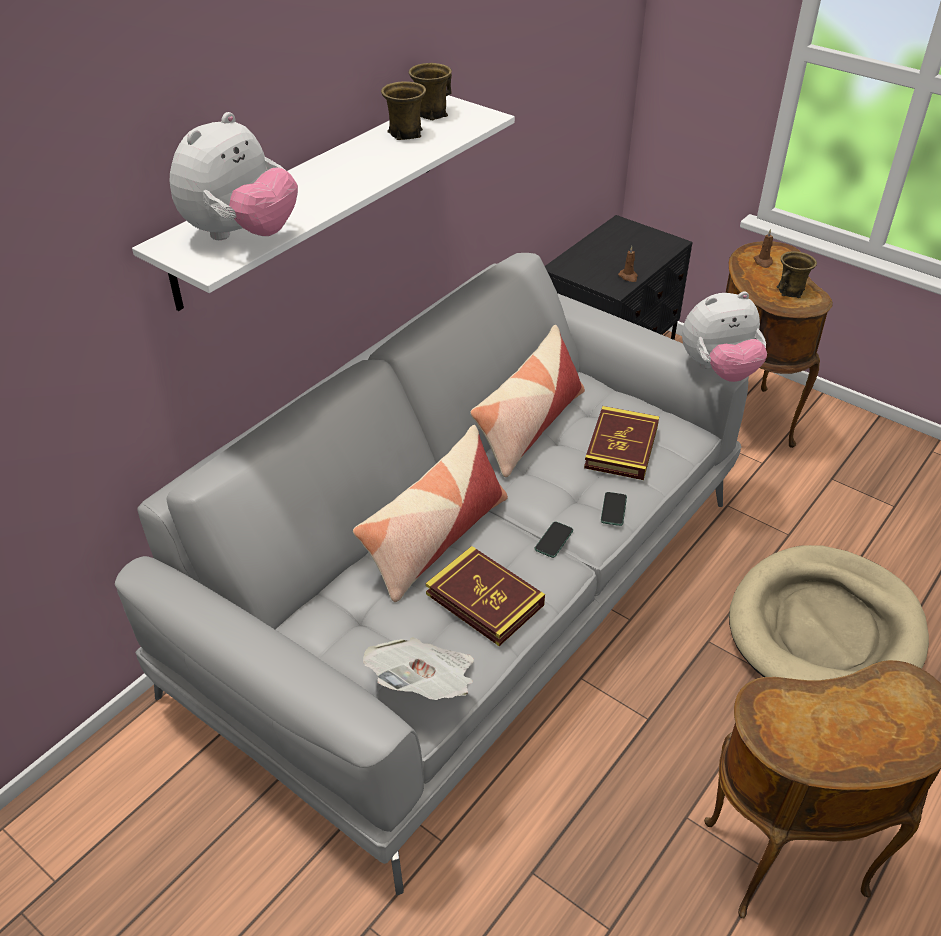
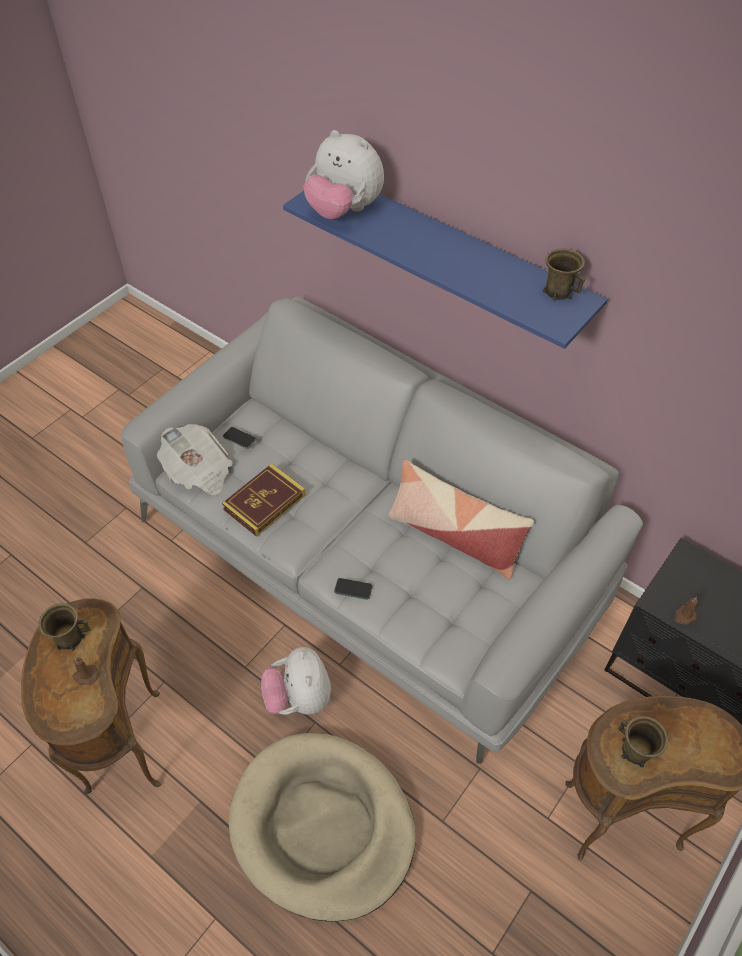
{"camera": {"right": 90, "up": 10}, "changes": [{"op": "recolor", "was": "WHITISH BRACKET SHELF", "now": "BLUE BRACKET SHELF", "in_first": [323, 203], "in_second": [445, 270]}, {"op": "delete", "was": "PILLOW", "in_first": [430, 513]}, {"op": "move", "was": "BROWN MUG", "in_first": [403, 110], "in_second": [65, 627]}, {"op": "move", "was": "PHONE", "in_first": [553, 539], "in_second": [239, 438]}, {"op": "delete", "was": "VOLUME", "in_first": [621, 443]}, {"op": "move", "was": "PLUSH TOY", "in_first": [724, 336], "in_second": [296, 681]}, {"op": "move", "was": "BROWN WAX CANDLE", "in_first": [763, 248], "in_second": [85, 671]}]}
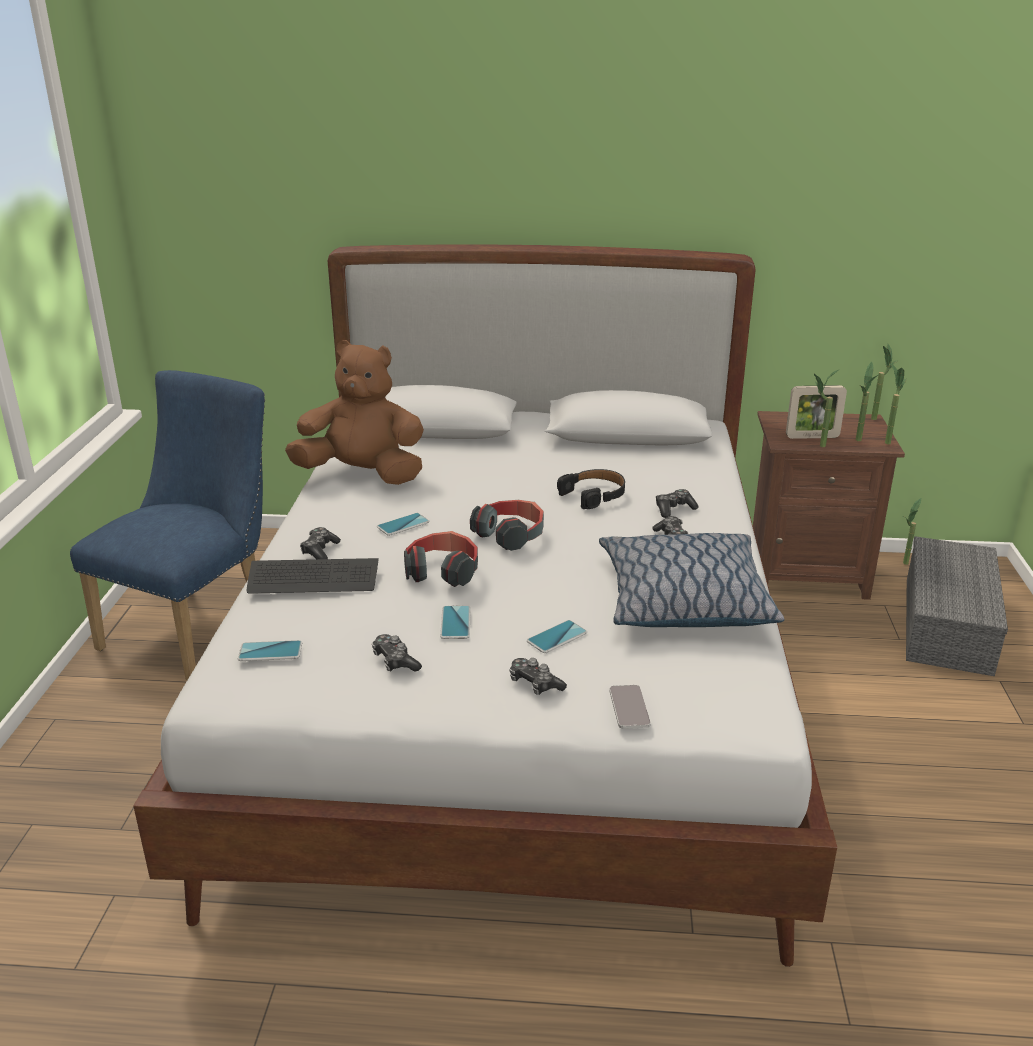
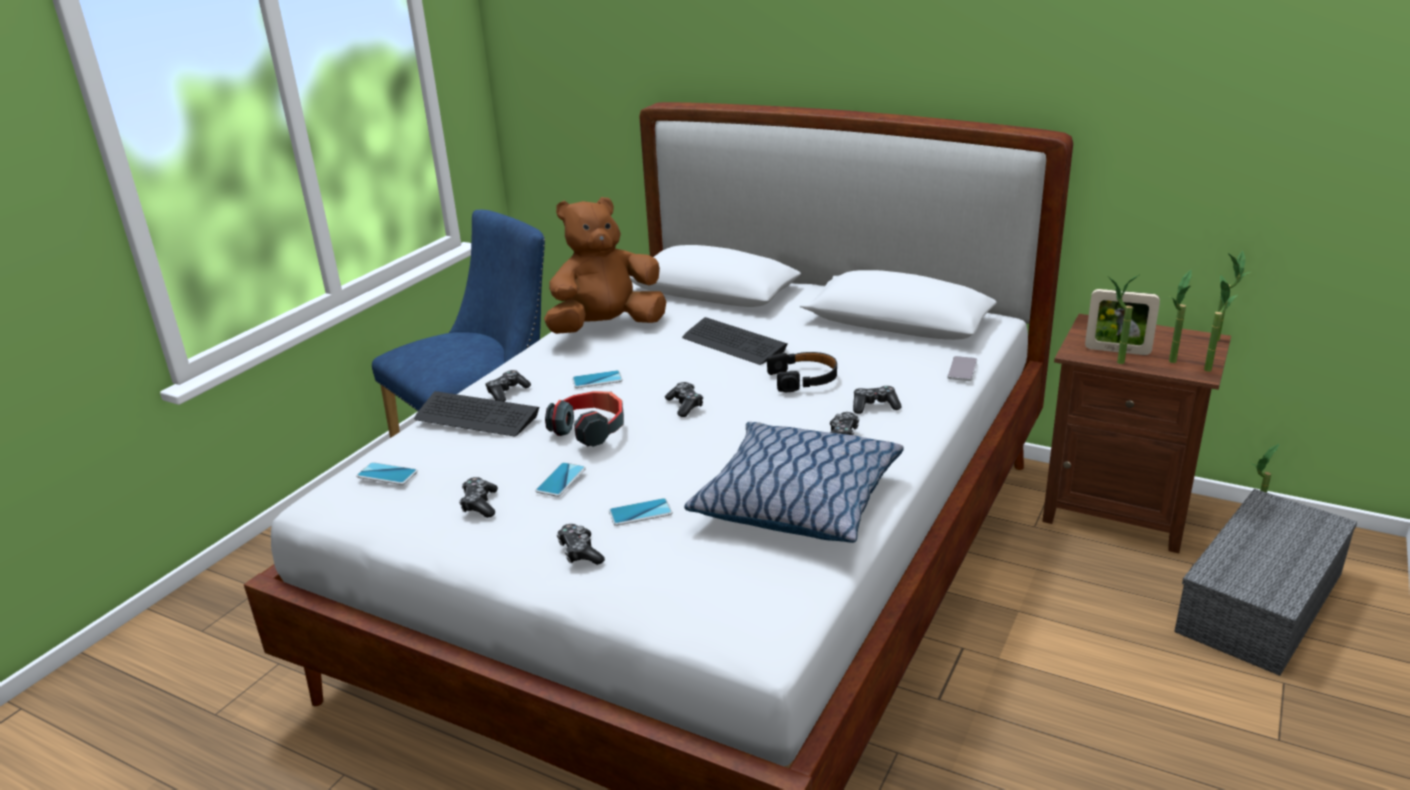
{"camera": {"right": 25, "up": 0}, "changes": [{"op": "rotate", "was": "BROWN PLUSH TOY", "in_first": [354, 412], "in_second": [605, 265], "clockwise": -60}, {"op": "replace", "was": "PAIR OF HEADPHONES", "now": "JOYPAD", "in_first": [507, 525], "in_second": [684, 399]}, {"op": "move", "was": "PHONE", "in_first": [630, 707], "in_second": [962, 368]}, {"op": "insert", "now": "KEYBOARD", "in_second": [735, 341]}]}
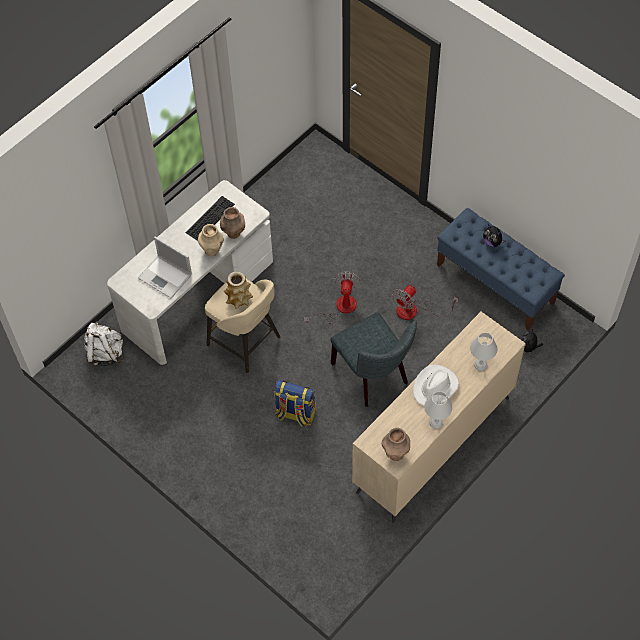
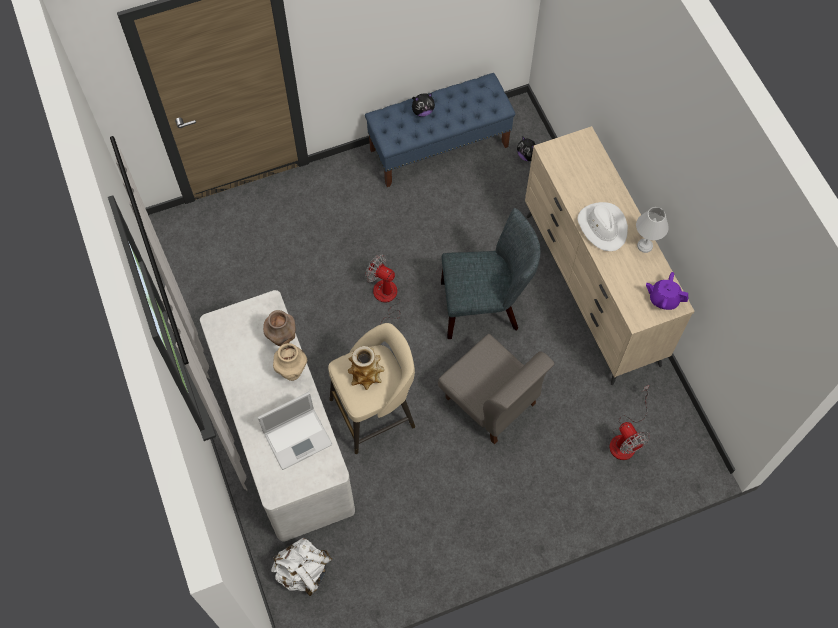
{"camera": {"right": -65, "up": 5}, "changes": [{"op": "delete", "was": "KEYBOARD", "in_first": [210, 218]}, {"op": "replace", "was": "RUCKSACK", "now": "GREY PLAIN CHAIR", "in_first": [295, 403], "in_second": [496, 389]}, {"op": "replace", "was": "BROWN FLOWER VASE", "now": "PURPLE TEAPOT", "in_first": [396, 444], "in_second": [667, 291]}, {"op": "move", "was": "COOLING FAN", "in_first": [425, 302], "in_second": [629, 422]}, {"op": "delete", "was": "WHITISH LAMP FOR A TABLE", "in_first": [483, 351]}]}
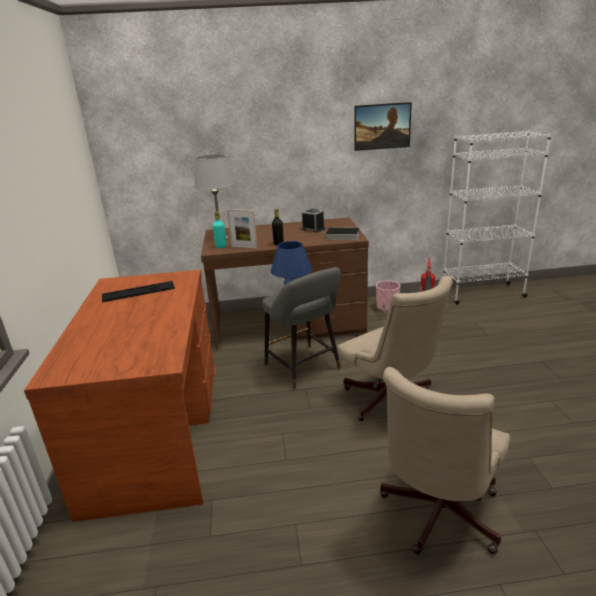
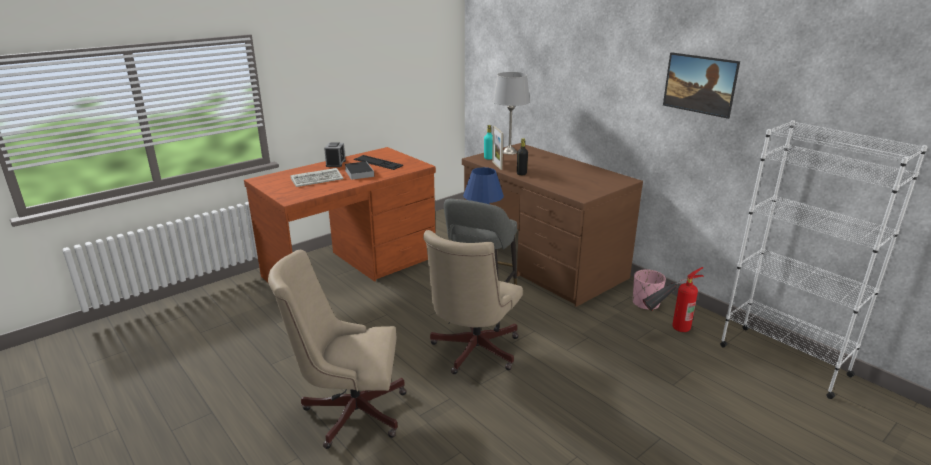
{"camera": {"right": 55, "up": 0}, "changes": [{"op": "move", "was": "ALARM CLOCK", "in_first": [313, 220], "in_second": [335, 154]}, {"op": "move", "was": "VOLUME", "in_first": [342, 233], "in_second": [359, 170]}, {"op": "insert", "now": "KEYBOARD", "in_second": [316, 177]}]}
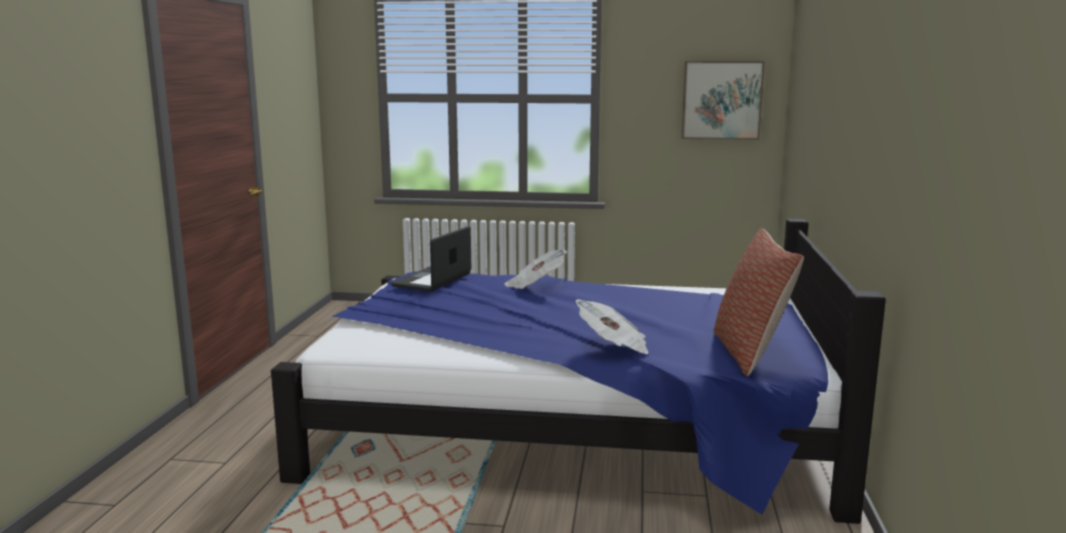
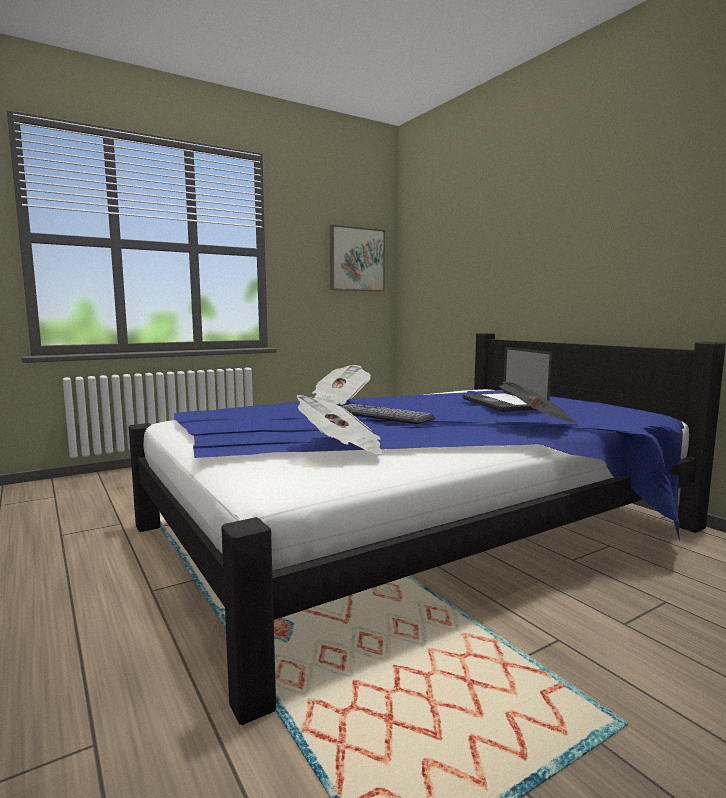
{"camera": {"right": -40, "up": -5}, "changes": [{"op": "move", "was": "PORTABLE COMPUTER", "in_first": [431, 259], "in_second": [507, 379]}, {"op": "delete", "was": "PILLOW", "in_first": [758, 302]}, {"op": "insert", "now": "PRINTED PAPER", "in_second": [339, 425]}, {"op": "insert", "now": "KEYBOARD", "in_second": [388, 414]}]}
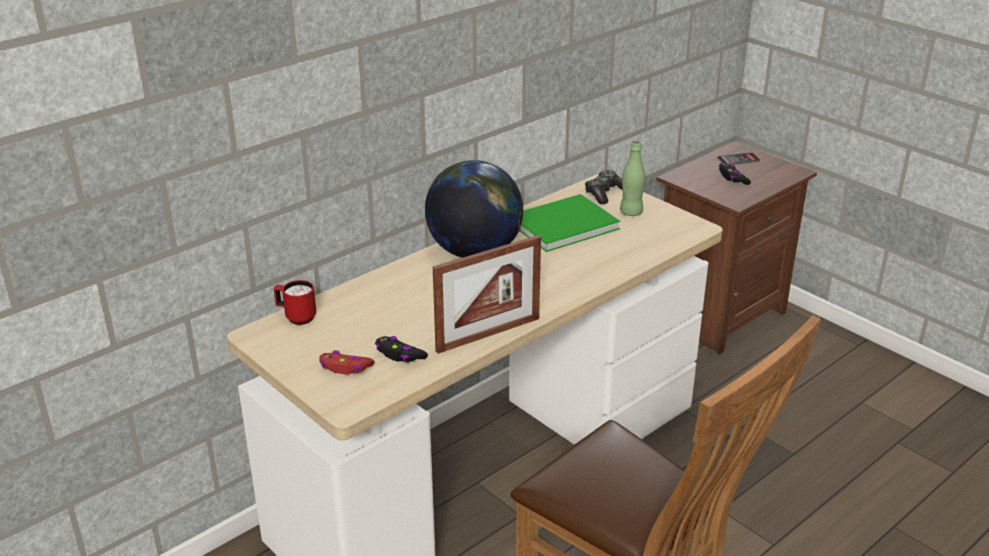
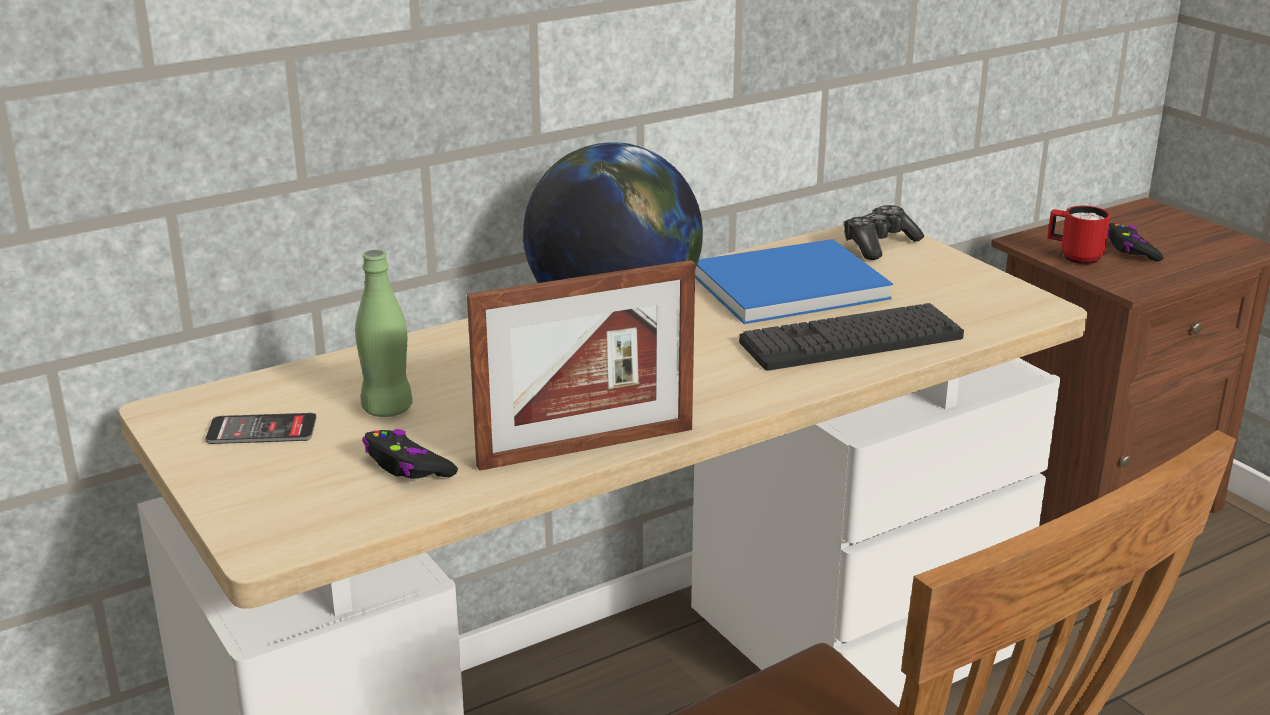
{"camera": {"right": 10, "up": -5}, "changes": [{"op": "move", "was": "REDDISH MUG", "in_first": [295, 302], "in_second": [1078, 235]}, {"op": "delete", "was": "REDDISH JOYPAD", "in_first": [347, 362]}, {"op": "recolor", "was": "GREENISH VOLUME", "now": "BLUE VOLUME", "in_first": [570, 223], "in_second": [794, 281]}, {"op": "move", "was": "GREENISH BEVERAGE BOTTLE", "in_first": [632, 178], "in_second": [384, 333]}, {"op": "move", "was": "PHONE", "in_first": [738, 159], "in_second": [261, 428]}, {"op": "insert", "now": "KEYBOARD", "in_second": [851, 337]}]}
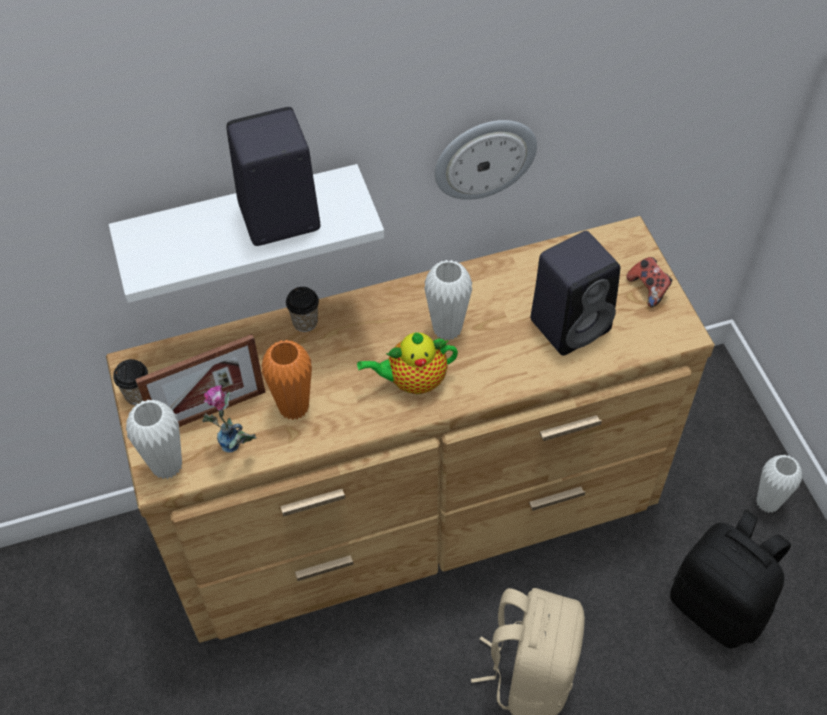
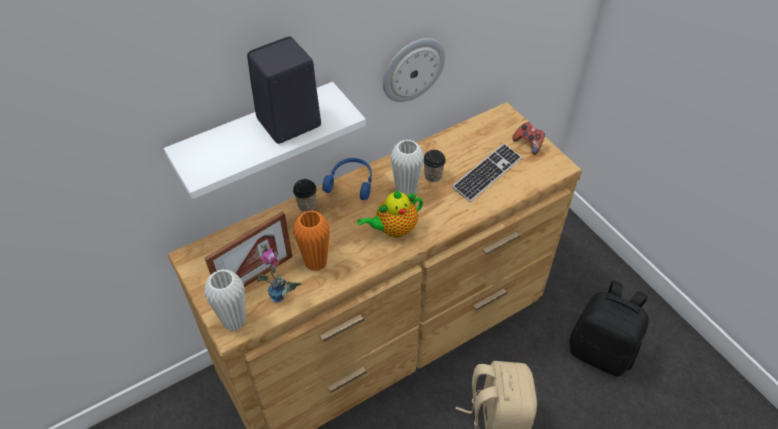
{"camera": {"right": -15, "up": -5}, "changes": [{"op": "move", "was": "DRINKING CUP", "in_first": [130, 382], "in_second": [435, 166]}, {"op": "replace", "was": "BLACK LOUDSPEAKER", "now": "KEYBOARD", "in_first": [575, 293], "in_second": [487, 172]}, {"op": "delete", "was": "WHITISH FLOWER VASE", "in_first": [779, 484]}, {"op": "insert", "now": "BLUE PAIR OF HEADPHONES", "in_second": [347, 179]}]}
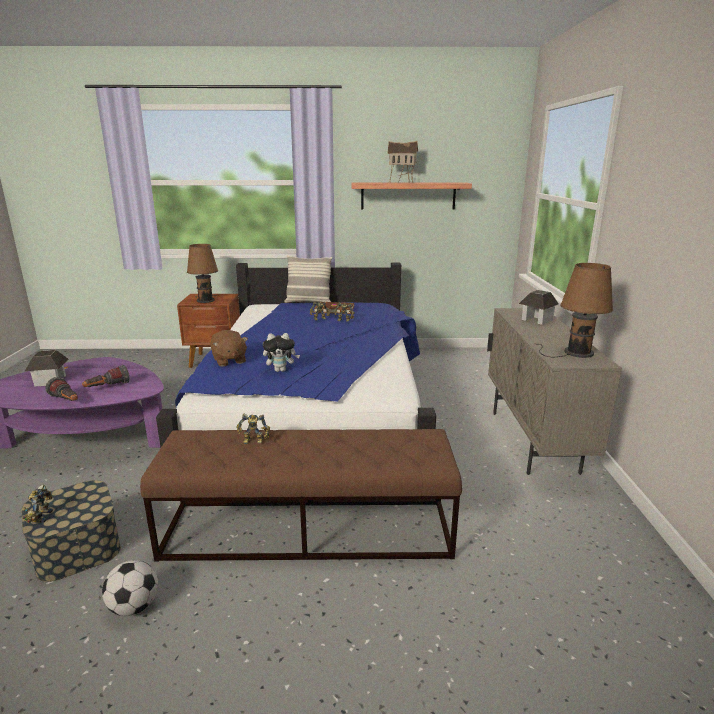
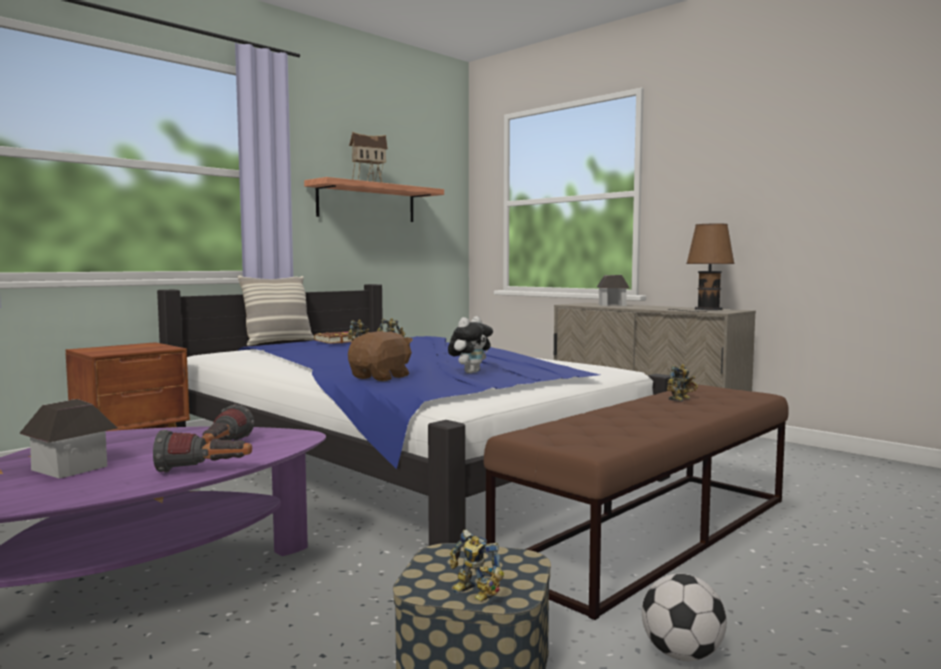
{"camera": {"right": -45, "up": -15}, "changes": [{"op": "delete", "was": "BROWN LAMP FOR A TABLE", "in_first": [202, 273]}, {"op": "rotate", "was": "BROWN PLUSH TOY", "in_first": [229, 348], "in_second": [380, 356], "clockwise": -75}, {"op": "move", "was": "ROBOT FIGURE", "in_first": [253, 429], "in_second": [682, 382]}]}
